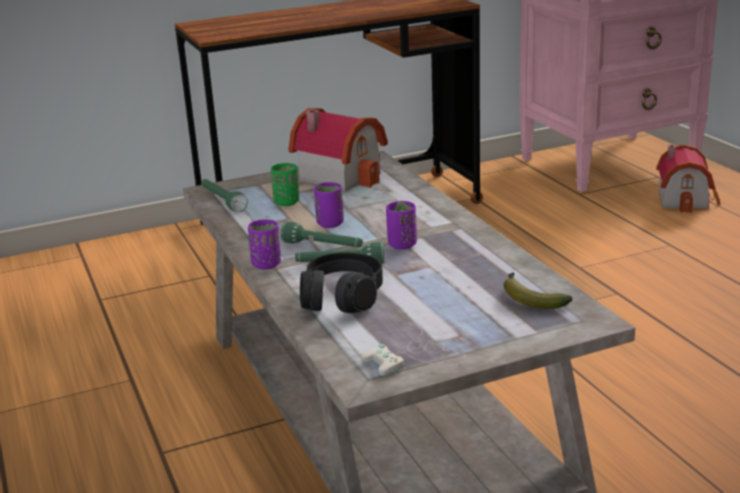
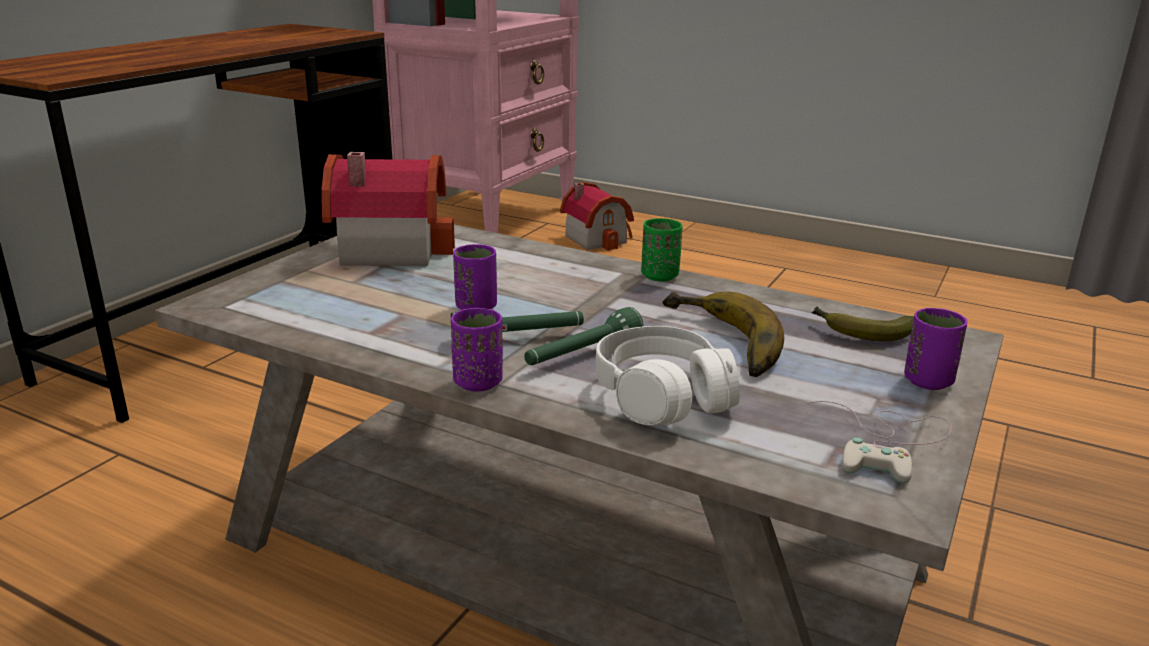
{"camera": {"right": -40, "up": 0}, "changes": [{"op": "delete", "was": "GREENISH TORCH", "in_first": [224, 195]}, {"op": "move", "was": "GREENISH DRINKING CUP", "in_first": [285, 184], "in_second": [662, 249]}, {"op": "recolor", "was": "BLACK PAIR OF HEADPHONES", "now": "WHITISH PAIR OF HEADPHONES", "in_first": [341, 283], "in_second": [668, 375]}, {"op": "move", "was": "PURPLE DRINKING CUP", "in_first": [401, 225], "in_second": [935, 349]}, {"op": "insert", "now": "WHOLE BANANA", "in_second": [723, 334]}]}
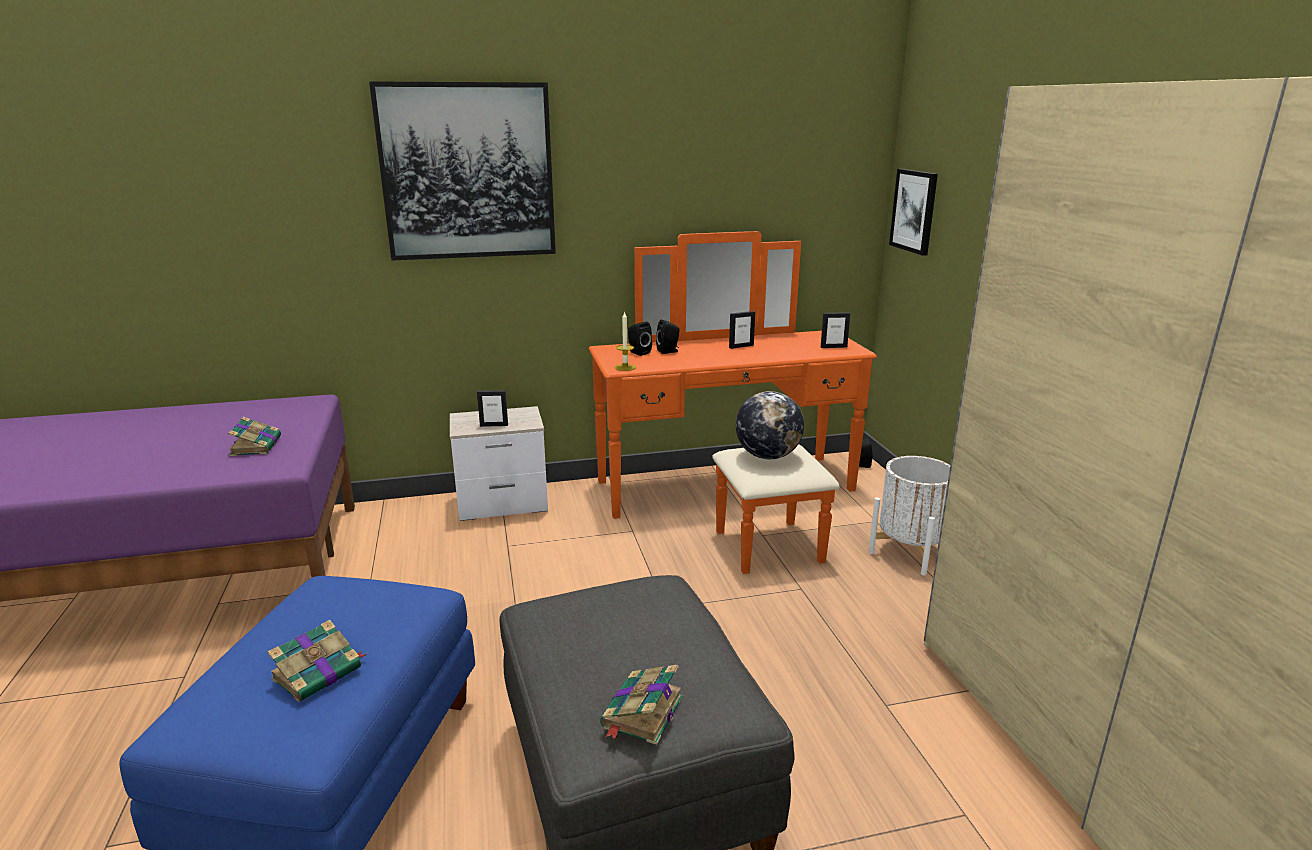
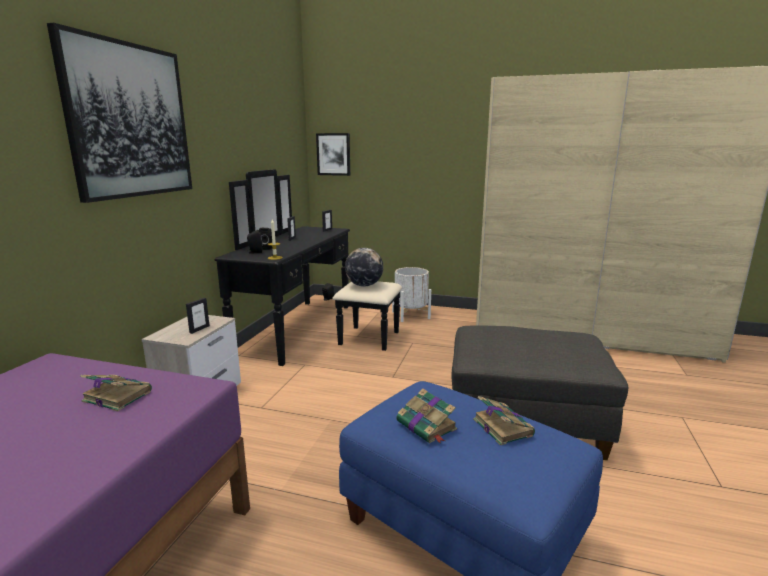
{"camera": {"right": -60, "up": -5}, "changes": [{"op": "recolor", "was": "ORANGE DRAWER CHEST", "now": "BLACK DRAWER CHEST", "in_first": [733, 402], "in_second": [308, 267]}, {"op": "move", "was": "VOLUME", "in_first": [641, 704], "in_second": [426, 416]}]}
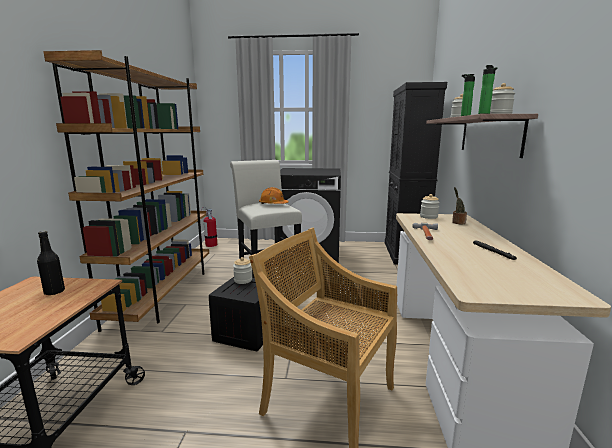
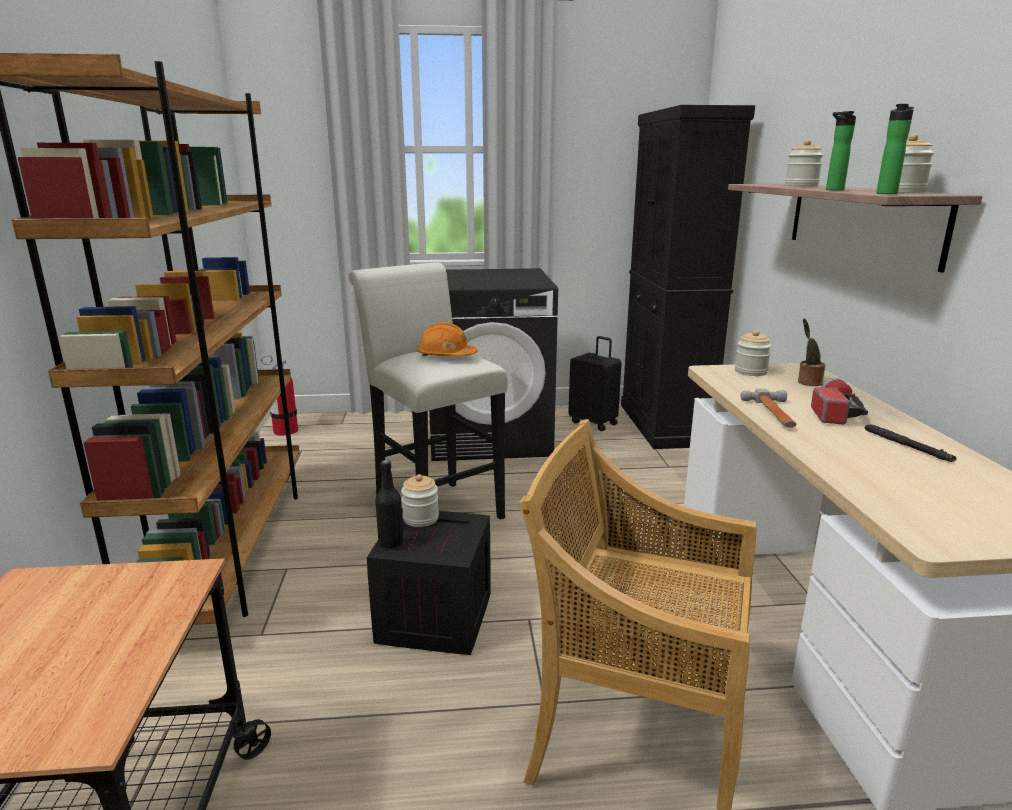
{"camera": {"right": -10, "up": 5}, "changes": [{"op": "move", "was": "BLACK BEVERAGE BOTTLE", "in_first": [51, 263], "in_second": [389, 504]}, {"op": "insert", "now": "BLACK TRAVEL CASE", "in_second": [595, 383]}, {"op": "insert", "now": "TORCH", "in_second": [839, 401]}]}
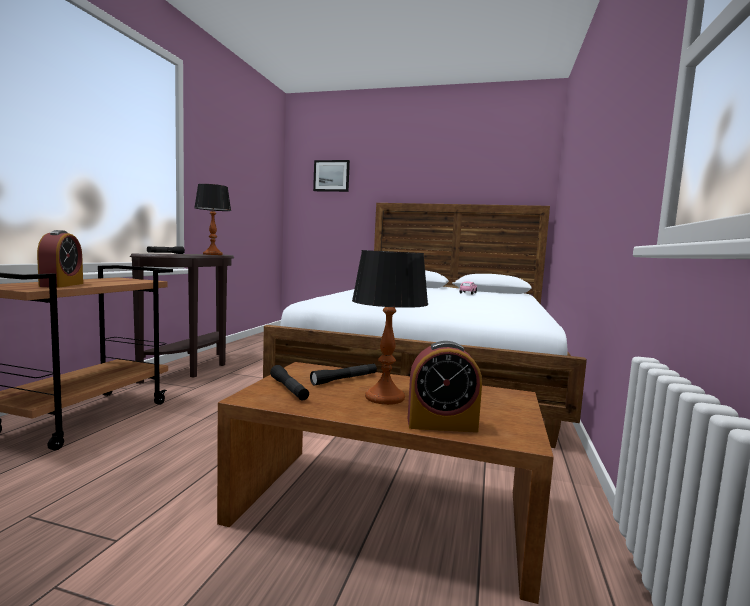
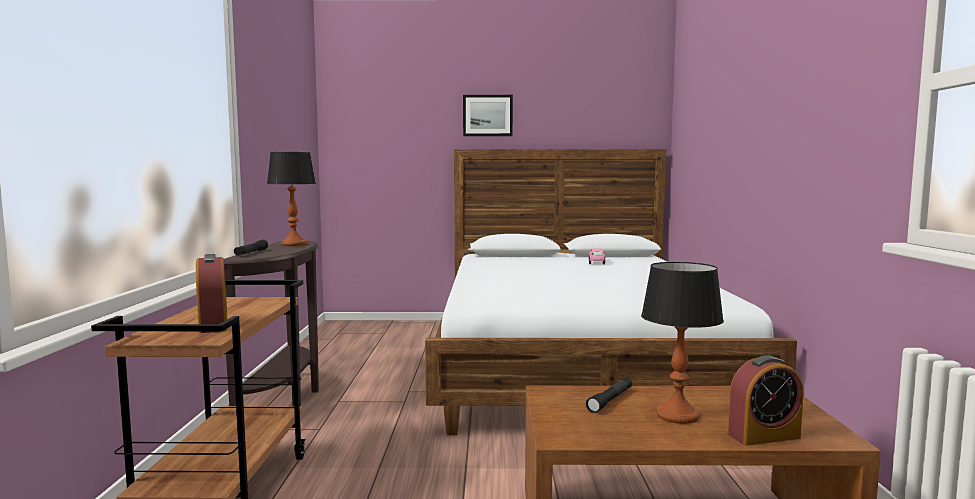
{"camera": {"right": -15, "up": 0}, "changes": [{"op": "delete", "was": "BLACK TORCH", "in_first": [289, 382]}, {"op": "move", "was": "WALL ART", "in_first": [331, 176], "in_second": [488, 115]}]}
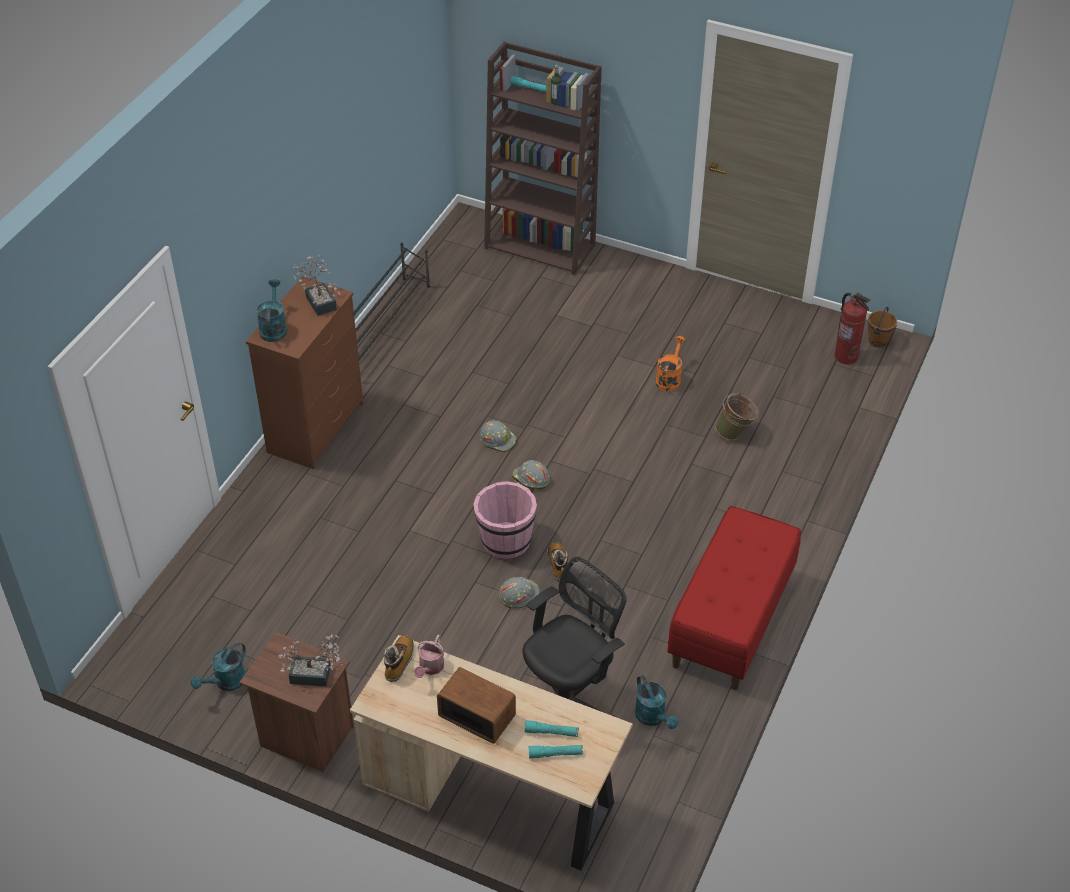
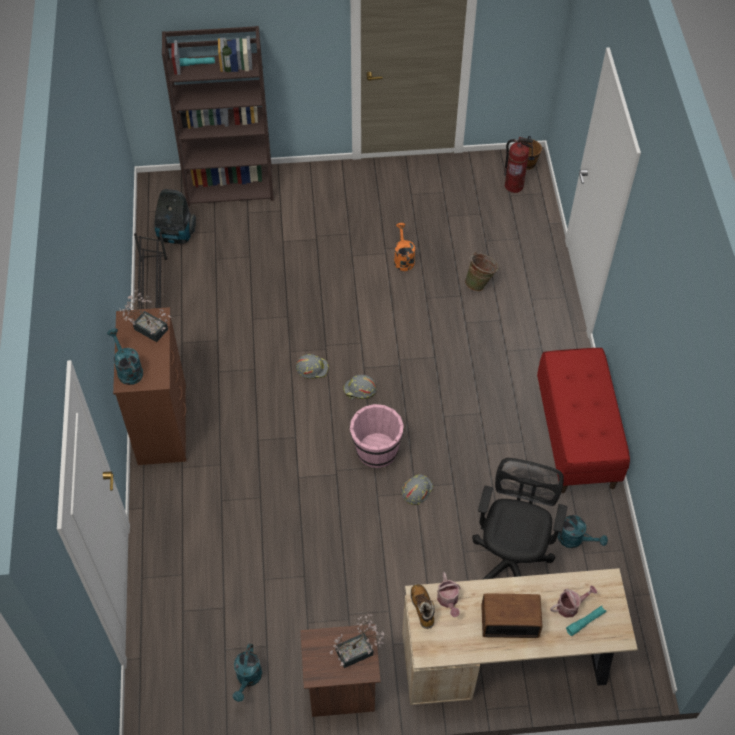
{"camera": {"right": -30, "up": 10}, "changes": [{"op": "replace", "was": "TURQUOISE TORCH", "now": "WATERING POT", "in_first": [552, 728], "in_second": [573, 601]}, {"op": "delete", "was": "HIGH-TOP BOOT", "in_first": [558, 561]}, {"op": "insert", "now": "VACUUM CLEANER", "in_second": [175, 216]}]}
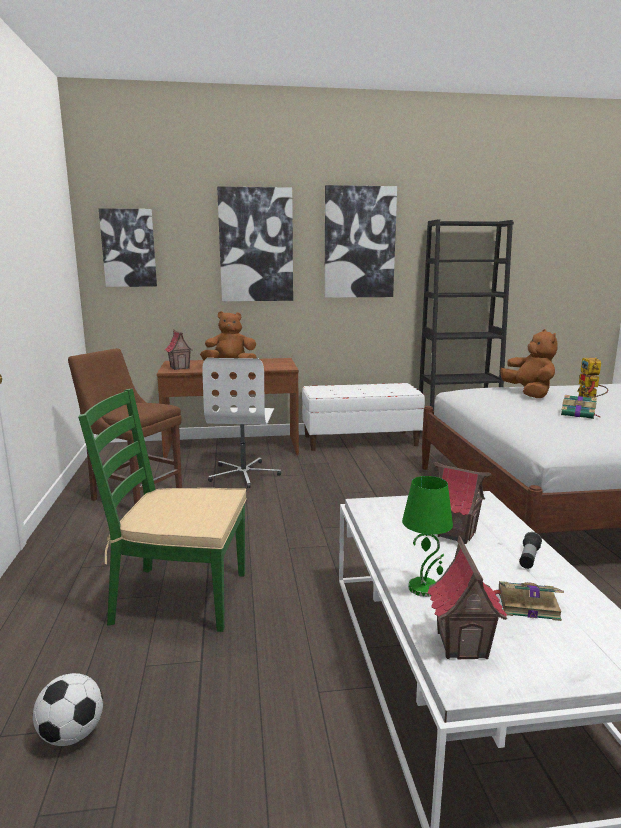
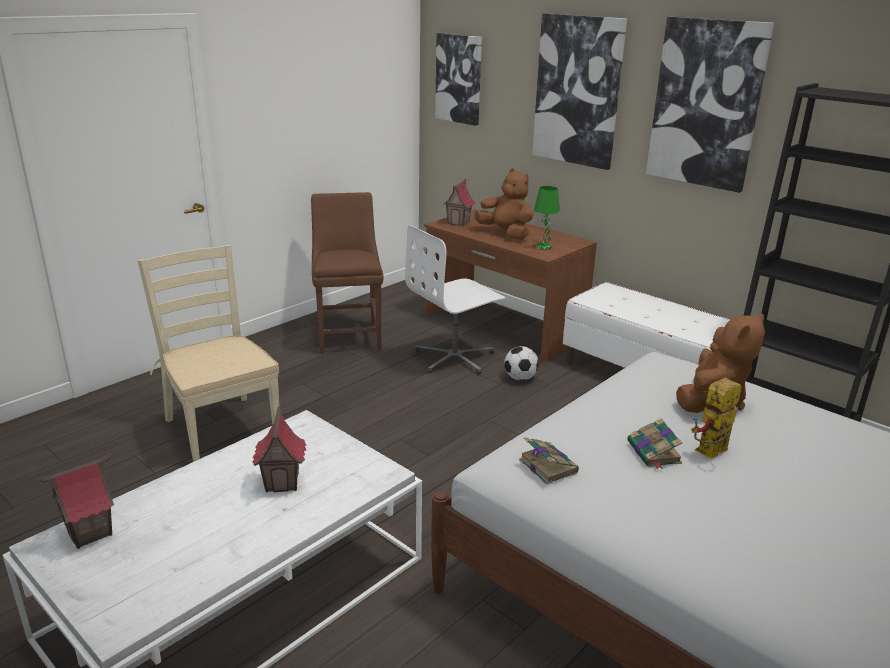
{"camera": {"right": 50, "up": 10}, "changes": [{"op": "move", "was": "BALL FOR FOOTBALL", "in_first": [68, 709], "in_second": [521, 363]}, {"op": "recolor", "was": "GREENISH PLAIN CHAIR", "now": "BEIGE PLAIN CHAIR", "in_first": [162, 510], "in_second": [208, 353]}, {"op": "move", "was": "GREENISH LAMP FOR A TABLE", "in_first": [427, 536], "in_second": [547, 218]}, {"op": "move", "was": "VOLUME", "in_first": [529, 601], "in_second": [549, 461]}, {"op": "delete", "was": "TORCH", "in_first": [530, 550]}]}
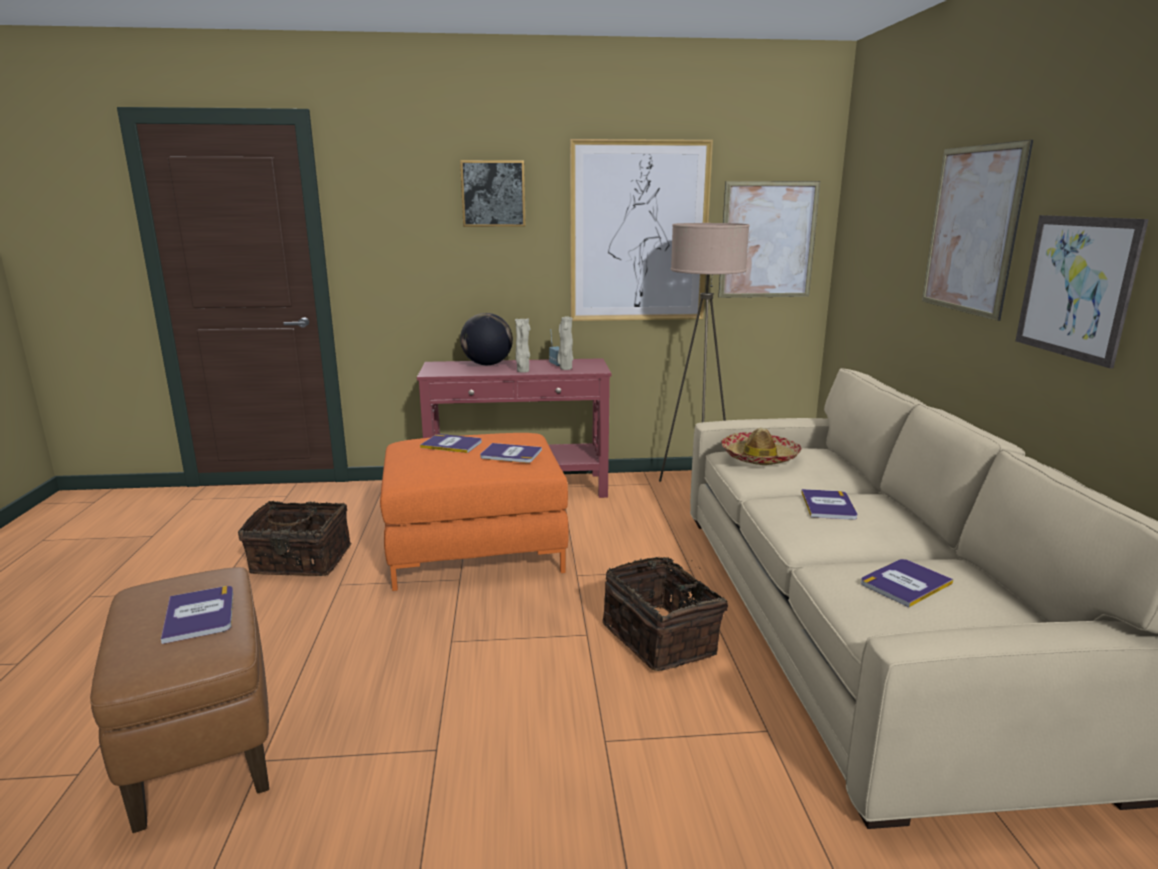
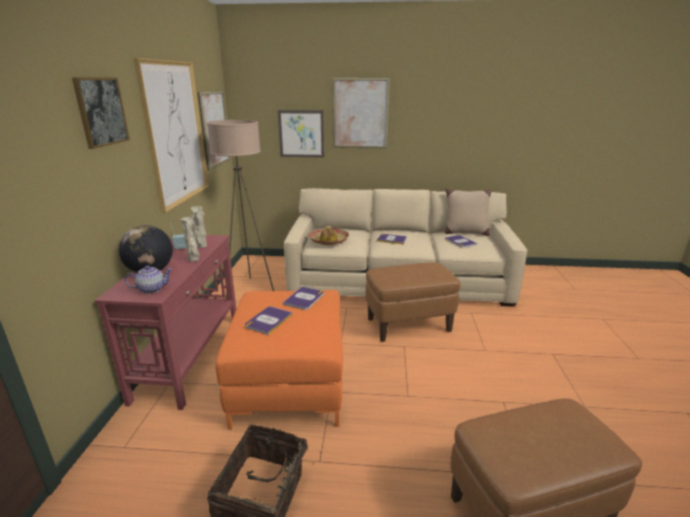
{"camera": {"right": -80, "up": 5}, "changes": [{"op": "delete", "was": "VOLUME", "in_first": [197, 615]}, {"op": "replace", "was": "HOUSEHOLD BASKET", "now": "BROWN OTTOMAN", "in_first": [665, 614], "in_second": [413, 302]}, {"op": "move", "was": "WALL ART", "in_first": [1082, 291], "in_second": [301, 134]}, {"op": "insert", "now": "TEAPOT", "in_second": [148, 280]}, {"op": "insert", "now": "BEIGE PILLOW", "in_second": [468, 212]}]}
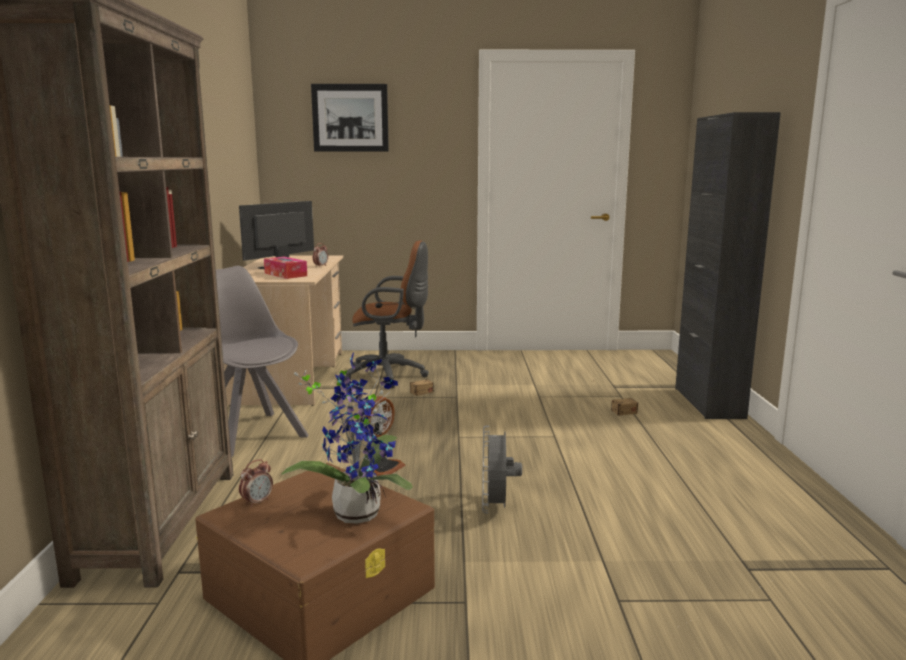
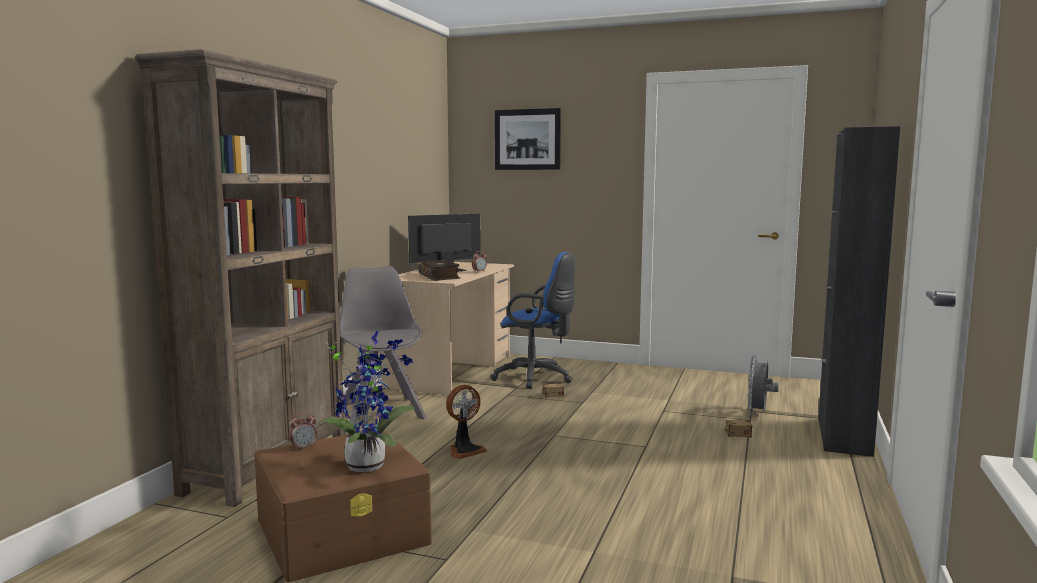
{"camera": {"right": 20, "up": -5}, "changes": [{"op": "replace", "was": "TISSUE HOLDER", "now": "VOLUME", "in_first": [285, 268], "in_second": [439, 270]}, {"op": "recolor", "was": "BROWN OFFICE CHAIR", "now": "BLUE OFFICE CHAIR", "in_first": [387, 314], "in_second": [532, 320]}, {"op": "move", "was": "GREY COOLING FAN", "in_first": [502, 469], "in_second": [763, 385]}]}
